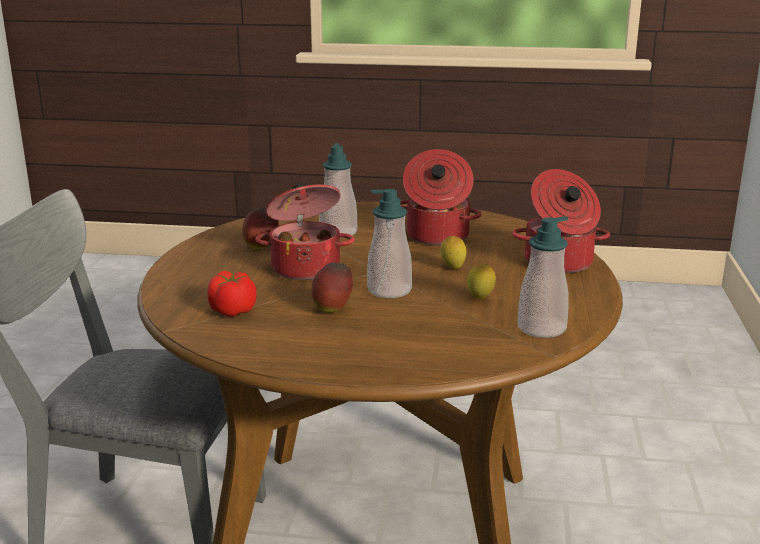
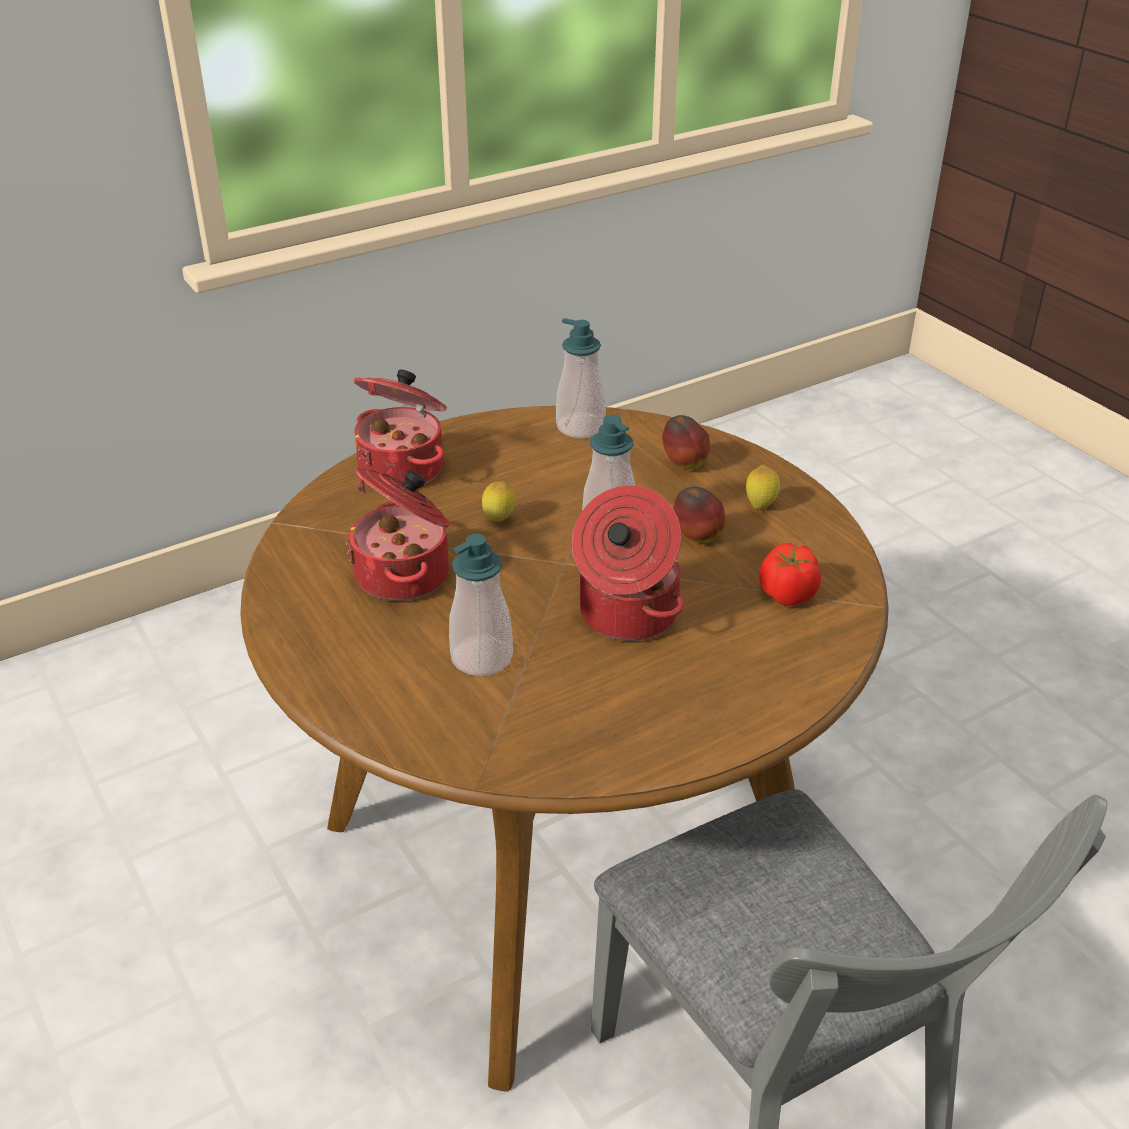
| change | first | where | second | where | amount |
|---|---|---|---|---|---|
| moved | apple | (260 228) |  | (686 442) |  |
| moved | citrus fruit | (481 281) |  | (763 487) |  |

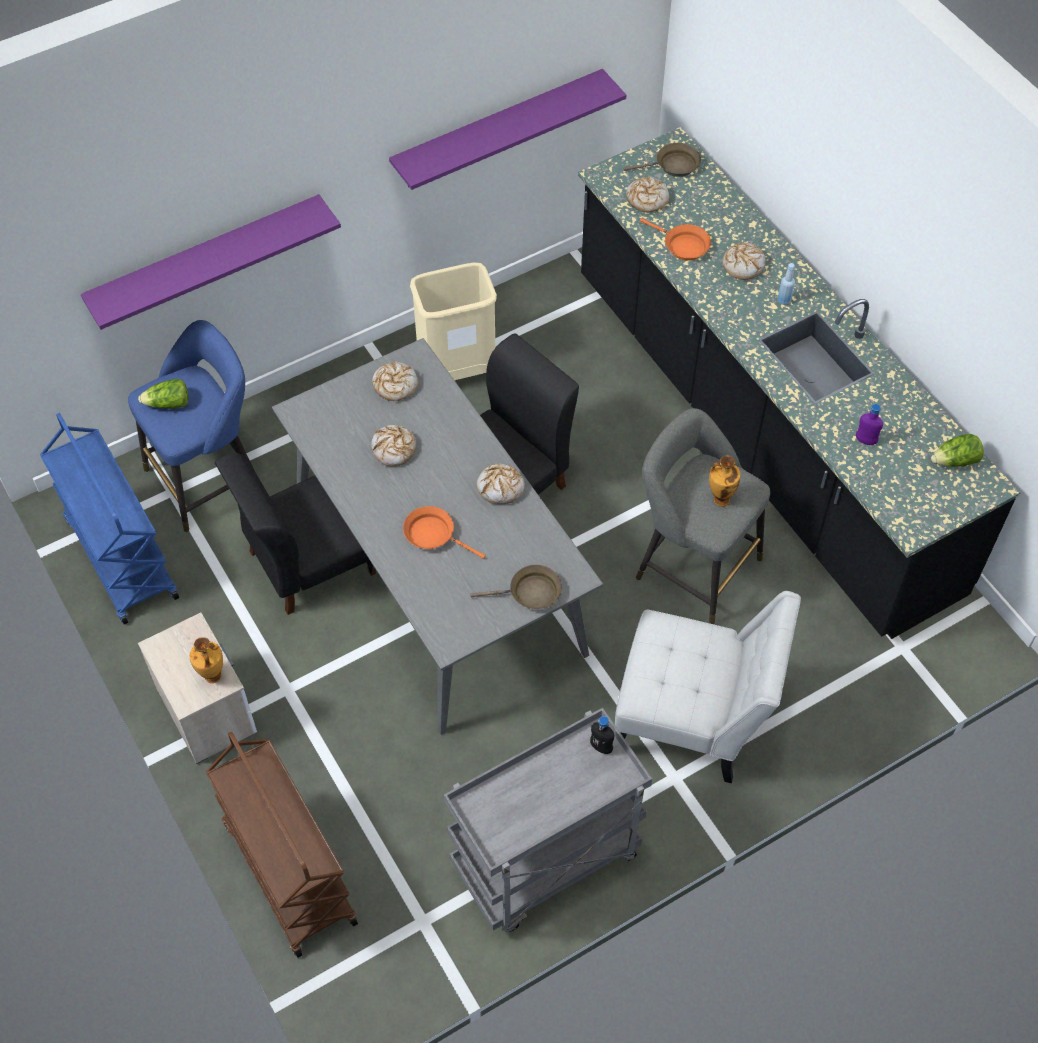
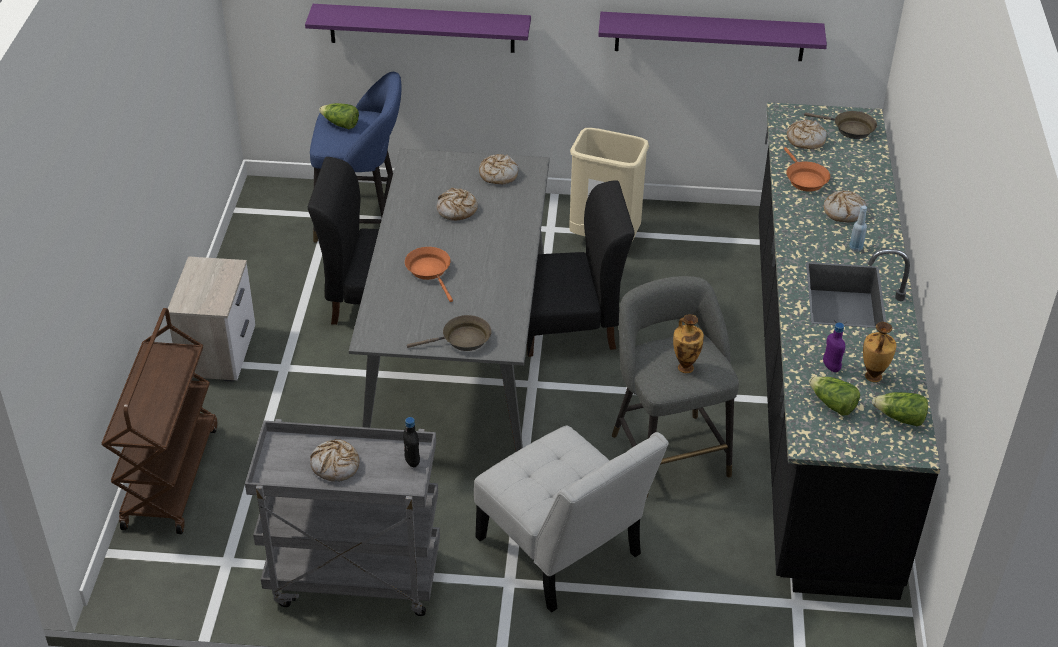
| change | first | where | second | where | amount |
|---|---|---|---|---|---|
| removed | blue trolley | (109 519) |  |  |  |
| added |  |  | lettuce | (834 395) |  |
| moved | decorative vase | (206 660) |  | (879 352) |  |
| moved | baked bread | (500 484) |  | (335 460) |  |
| turned | brown skillet | (516 587) |  | (449 333) | 45 degrees counterclockwise |

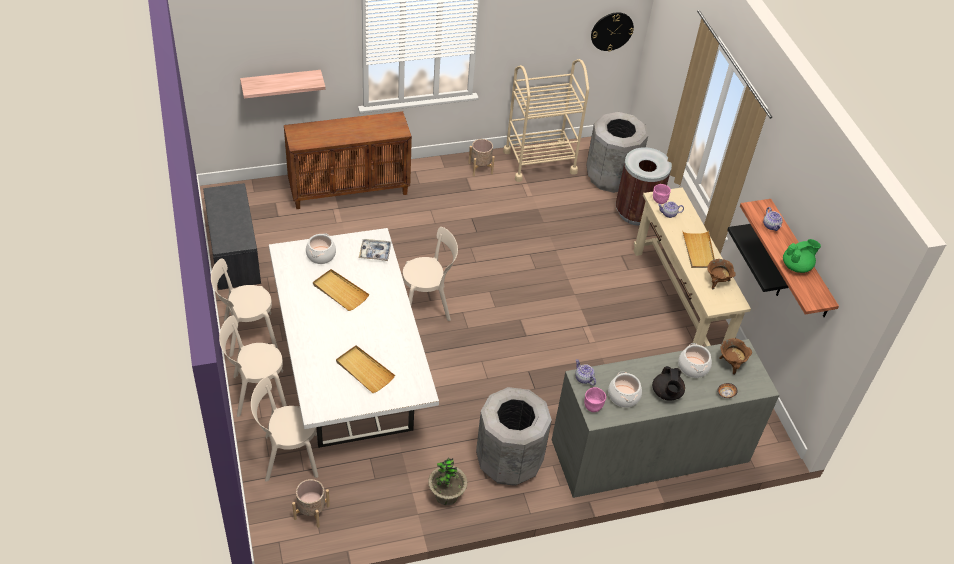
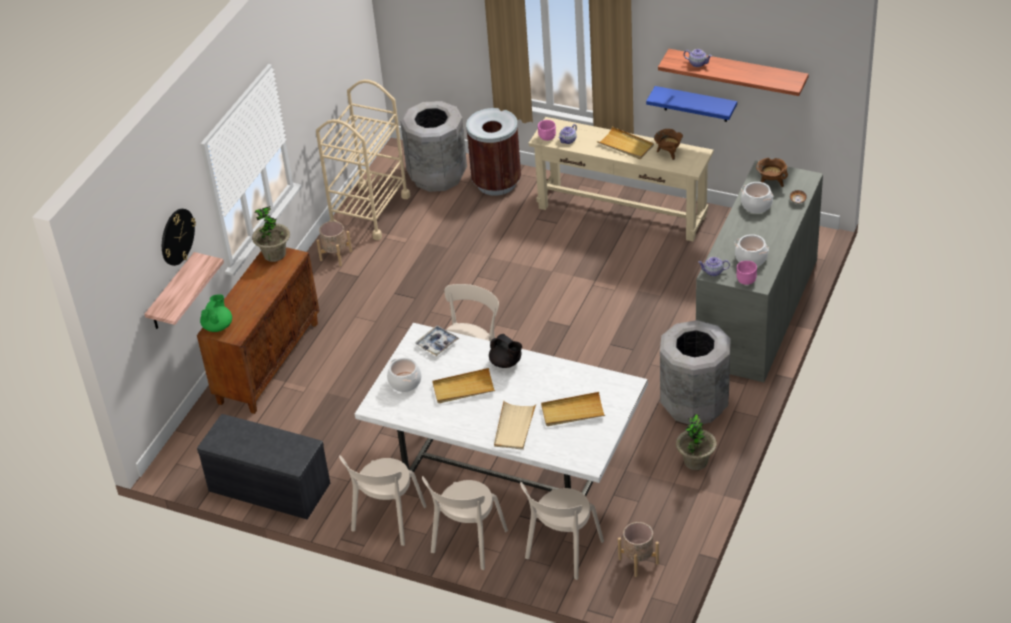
| change | first | where | second | where | amount |
|---|---|---|---|---|---|
| added |  |  | potted plant | (271 234) |  |
| added |  |  | beige carrying tray | (515 425) |  |
| moved | hanging clock | (612 32) |  | (179 237) |  |
| moved | black-coloured tea pot | (668 383) |  | (505 351) |  |
| moved | greenish tea pot | (802 256) |  | (216 313) |  |
| recoloured | black-coloured shelf | (758 260) | blue shelf | (691 104) |  |

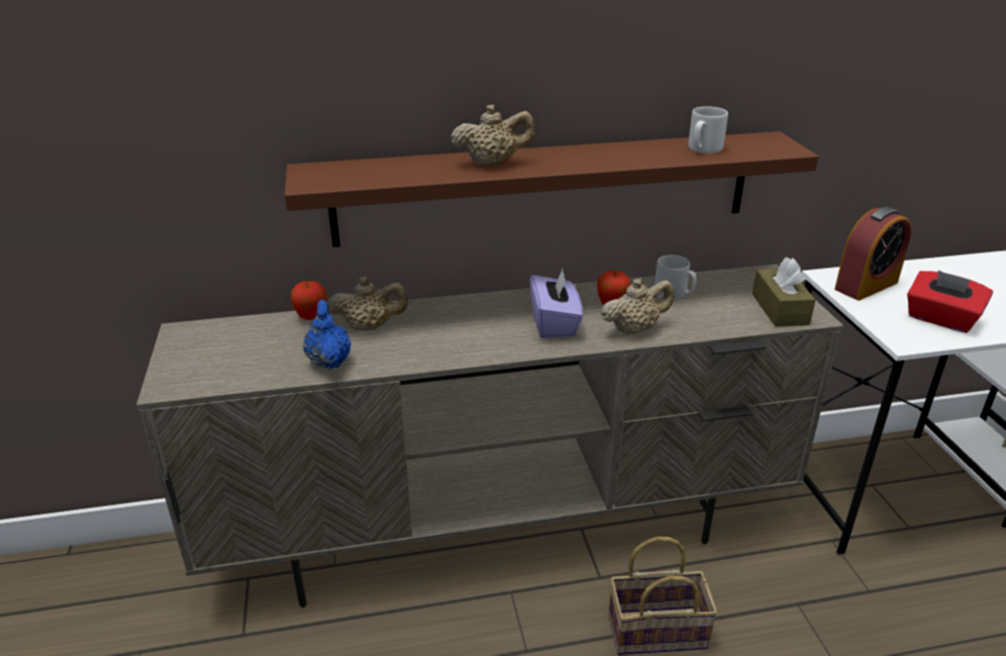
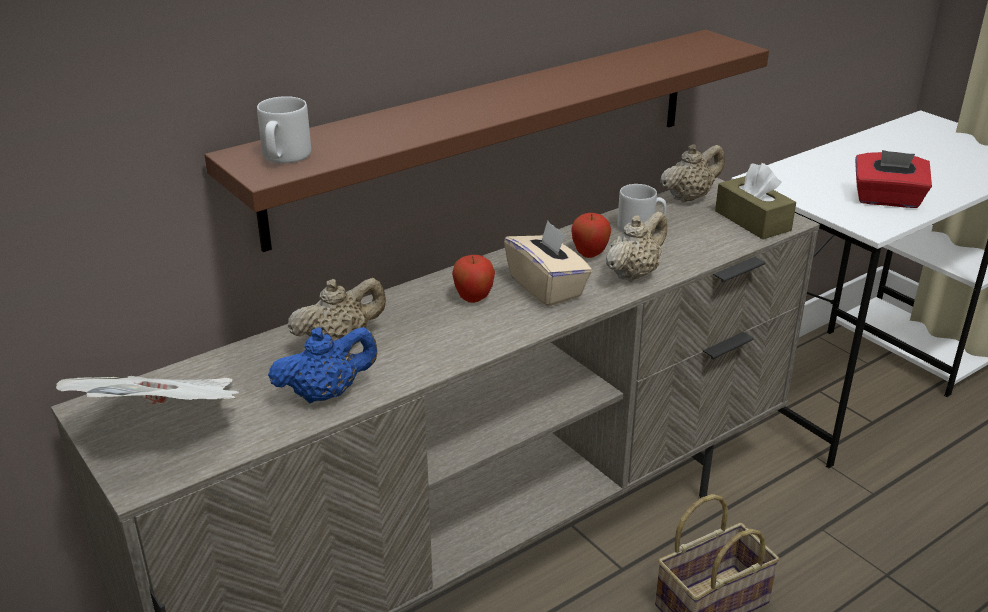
| change | first | where | second | where | amount |
|---|---|---|---|---|---|
| removed | bedside clock | (873 253) |  |  |  |
| added |  |  | newspaper | (147 390) |  |
| moved | apple | (308 300) |  | (473 279) |  |
| moved | beige tea pot | (493 135) |  | (692 173) |  |
| moved | gray tea mug | (708 129) |  | (284 129) |  |
| recoloured | purple-coloured tissue box | (556 303) | beige tissue box | (548 263) |  |
| turned | blue tea pot | (327 335) |  | (322 365) | 105 degrees clockwise |

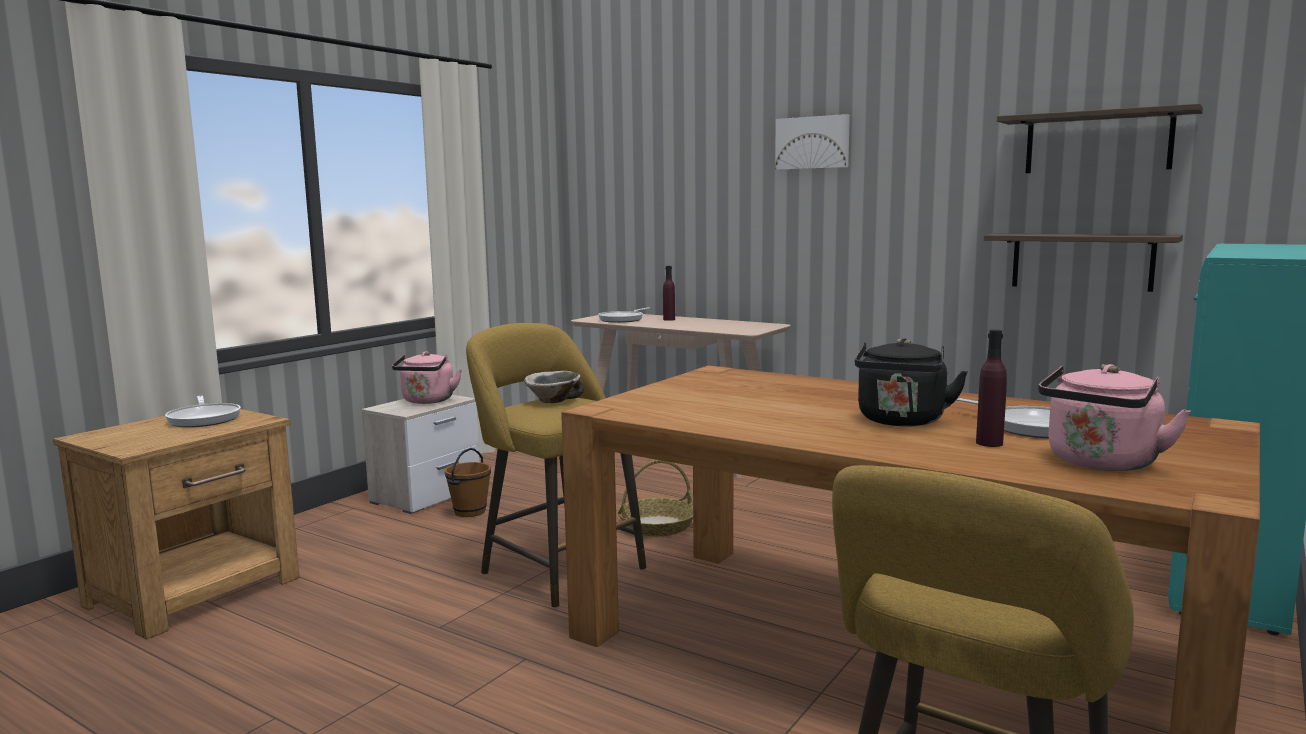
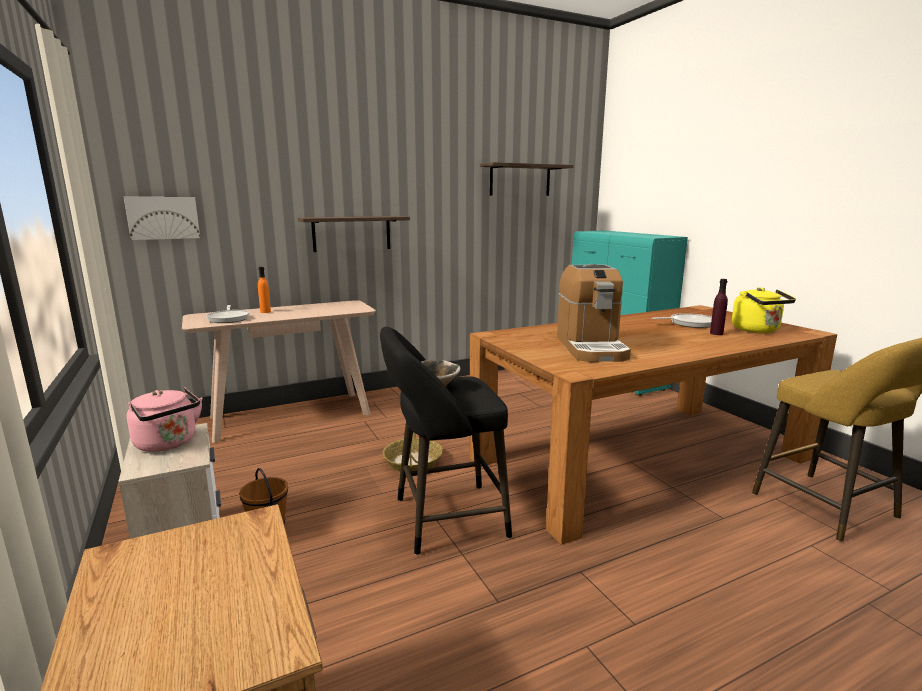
| change | first | where | second | where | amount |
|---|---|---|---|---|---|
| removed | skillet | (203 411) |  |  |  |
| removed | black-coloured kettle | (911 382) |  |  |  |
| added |  |  | coffee maker | (594 313) |  |
| moved | wall art | (812 142) |  | (162 218) |  |
| moved | shelf | (1083 262) |  | (354 234) |  |
| recoloured | yellowish stool seat | (556 466) | black-coloured stool seat | (446 441) |  |
| recoloured | purple-coloured beverage bottle | (669 293) | orangey beverage bottle | (264 290) |  |
| recoloured | pink-coloured kettle | (1114 417) | yellowish kettle | (764 310) |  |

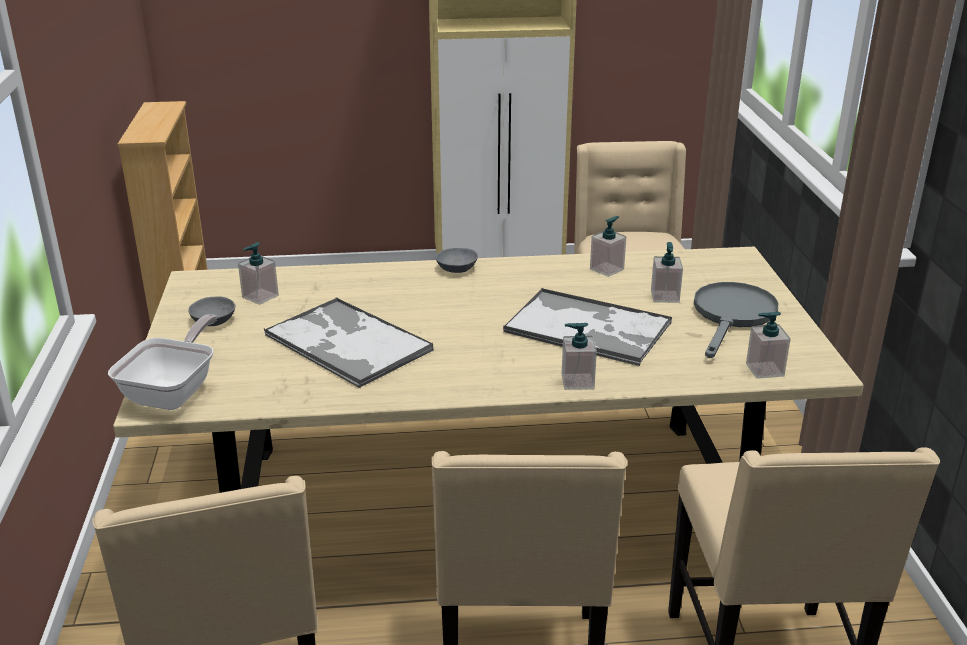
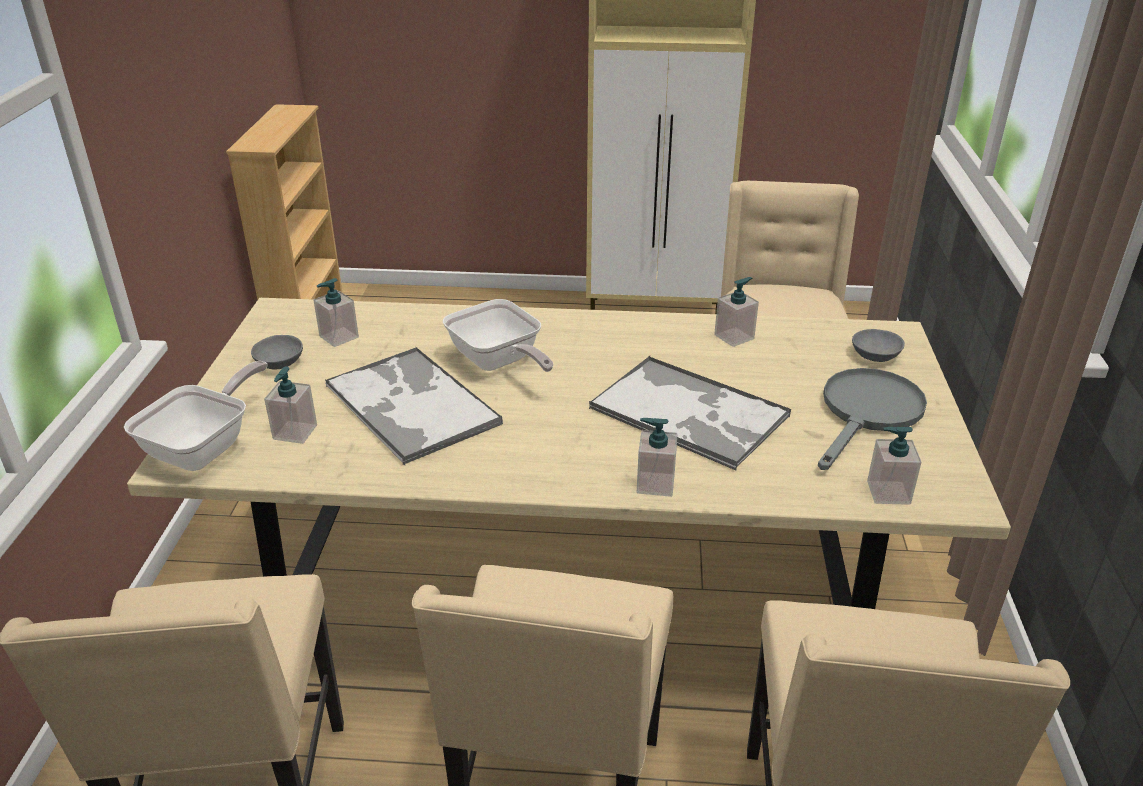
| change | first | where | second | where | amount |
|---|---|---|---|---|---|
| added |  |  | skillet | (498 335) |  |
| moved | gray deep dish | (457 260) |  | (878 345) |  |
| moved | soap bottle | (667 272) |  | (290 405) |  |

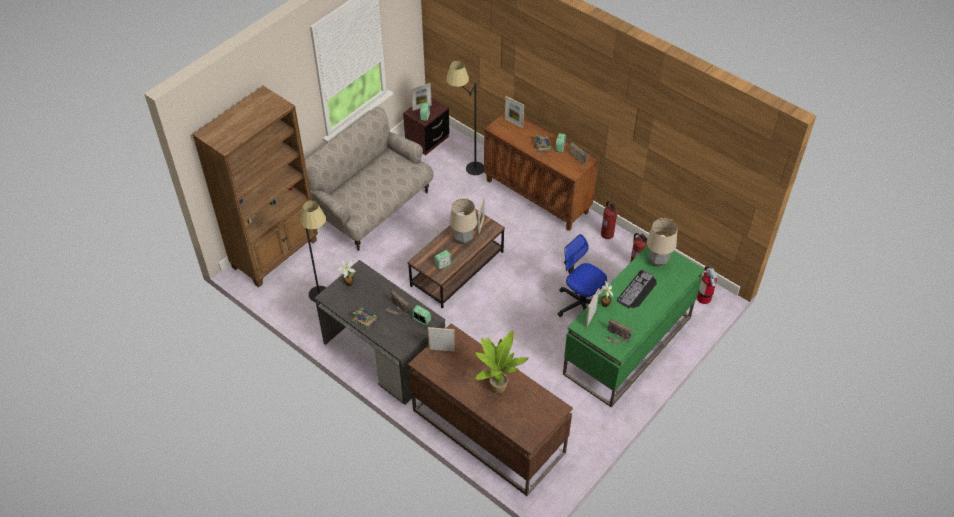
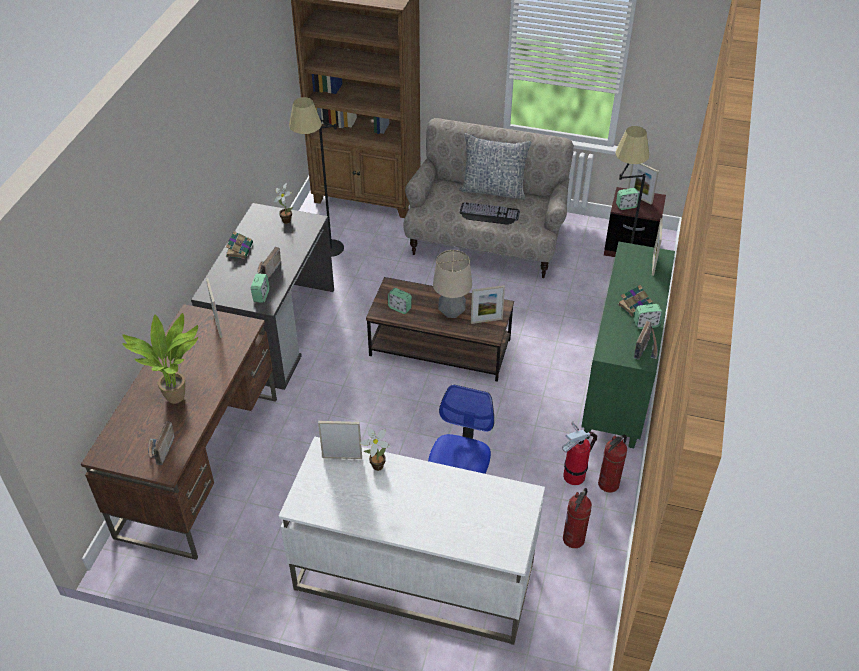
| change | first | where | second | where | amount |
|---|---|---|---|---|---|
| removed | tabletop lamp | (662 242) |  |  |  |
| added |  |  | throw pillow | (495 166) |  |
| moved | radio receiver | (619 331) |  | (161 443) |  |
| moved | keyboard | (637 289) |  | (489 213) |  |
| moved | extinguisher | (707 285) |  | (579 453) |  |
| recoloured | brown cabinet | (541 171) | greenish cabinet | (628 344) |  |
| recoloured | greenish desk | (633 326) | white desk | (412 540) |  |

